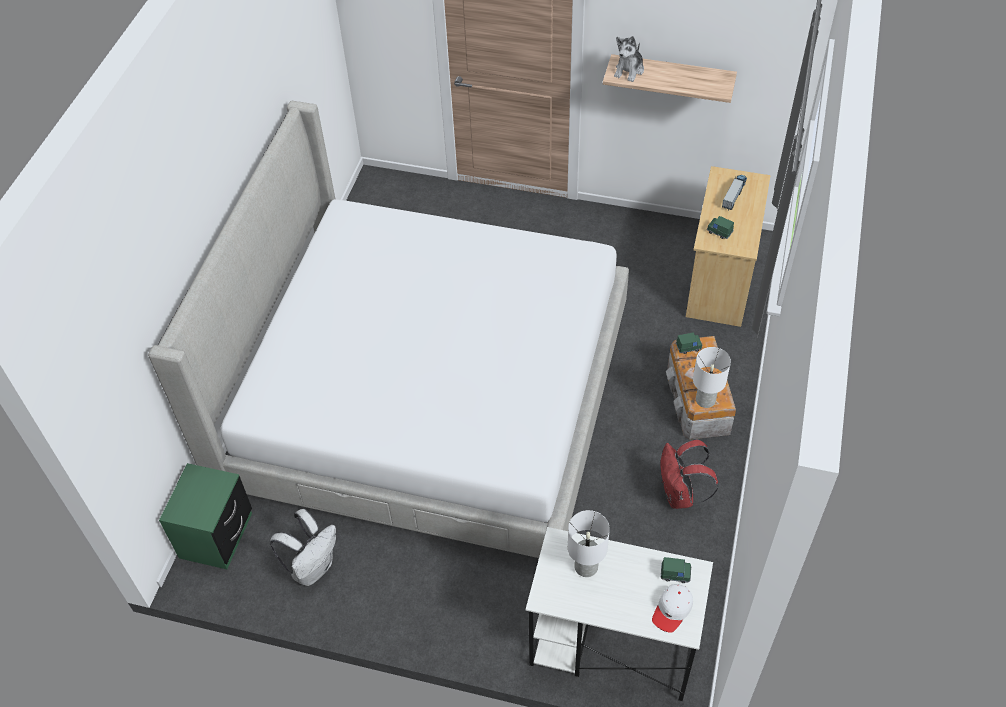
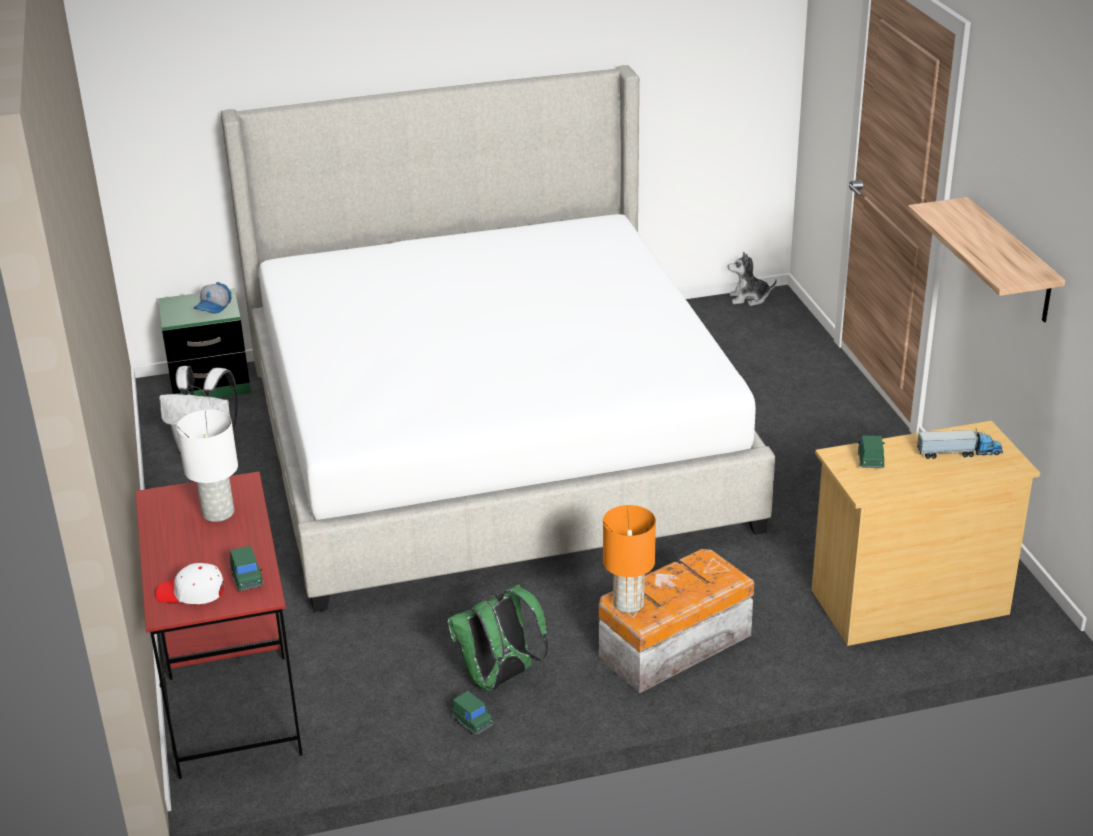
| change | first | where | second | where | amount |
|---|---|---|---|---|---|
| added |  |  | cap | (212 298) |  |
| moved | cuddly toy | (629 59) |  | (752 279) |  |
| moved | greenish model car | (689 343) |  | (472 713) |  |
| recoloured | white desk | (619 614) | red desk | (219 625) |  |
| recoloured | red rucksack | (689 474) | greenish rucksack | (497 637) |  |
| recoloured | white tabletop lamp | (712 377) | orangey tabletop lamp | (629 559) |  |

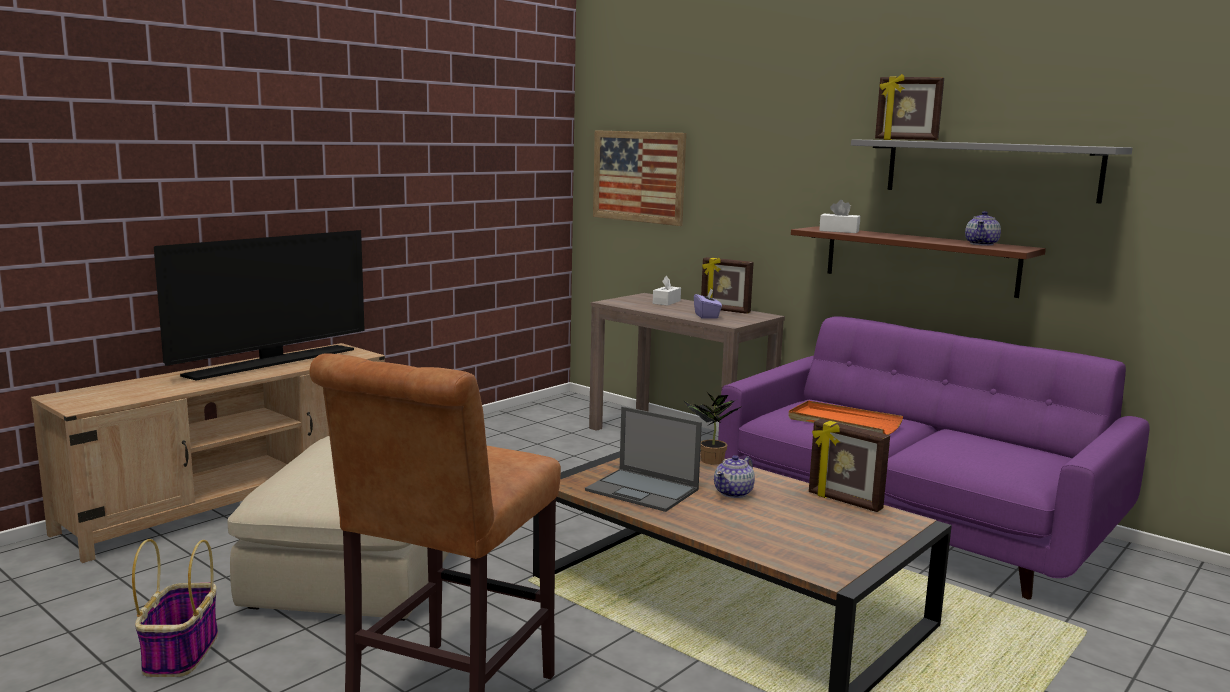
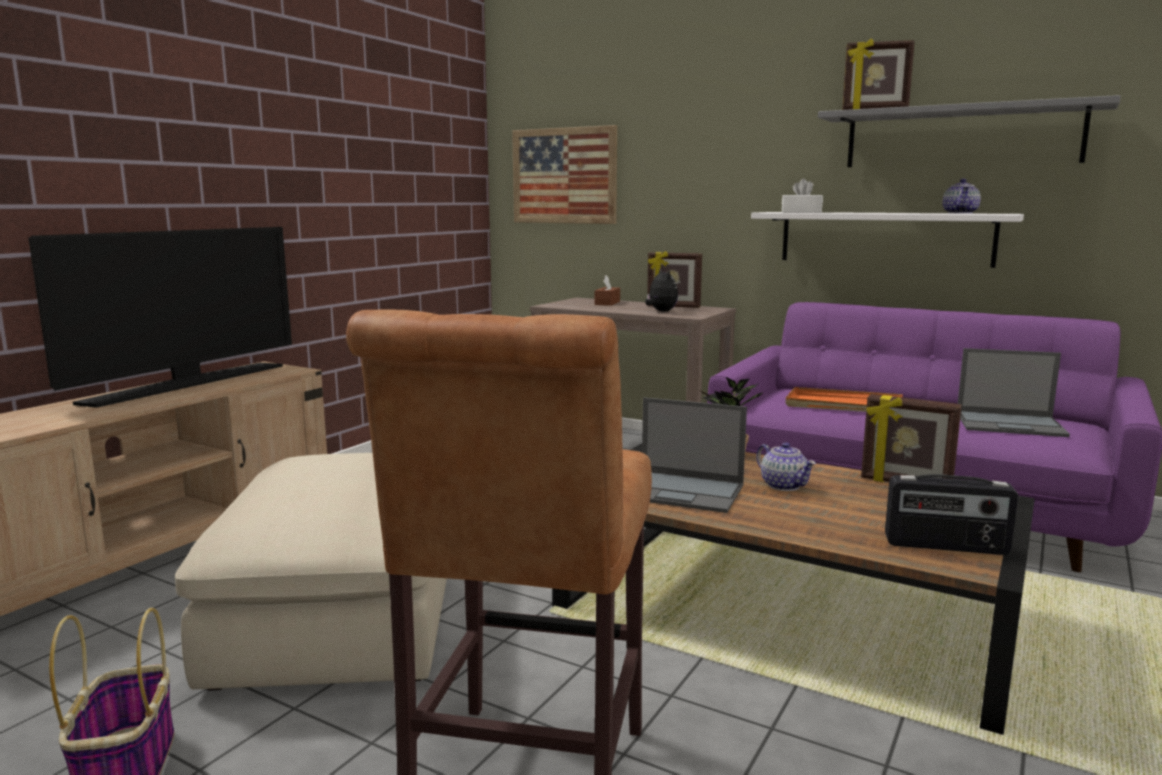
| change | first | where | second | where | amount |
|---|---|---|---|---|---|
| added |  |  | radio receiver | (952 514) |  |
| added |  |  | notebook computer | (1014 392) |  |
| replaced | purple-coloured tissue box | (708 304) | cuddly toy | (661 290) |  |
| recoloured | white tissue box | (667 291) | brown tissue box | (607 290) |  |
| recoloured | brown shelf | (918 262) | white shelf | (887 240) |  |
| turned | tea pot | (734 476) |  | (786 466) | 60 degrees counterclockwise |

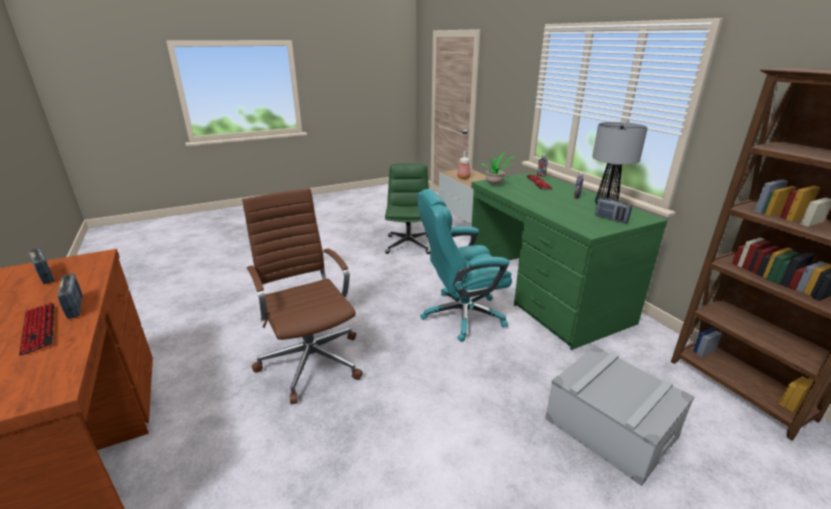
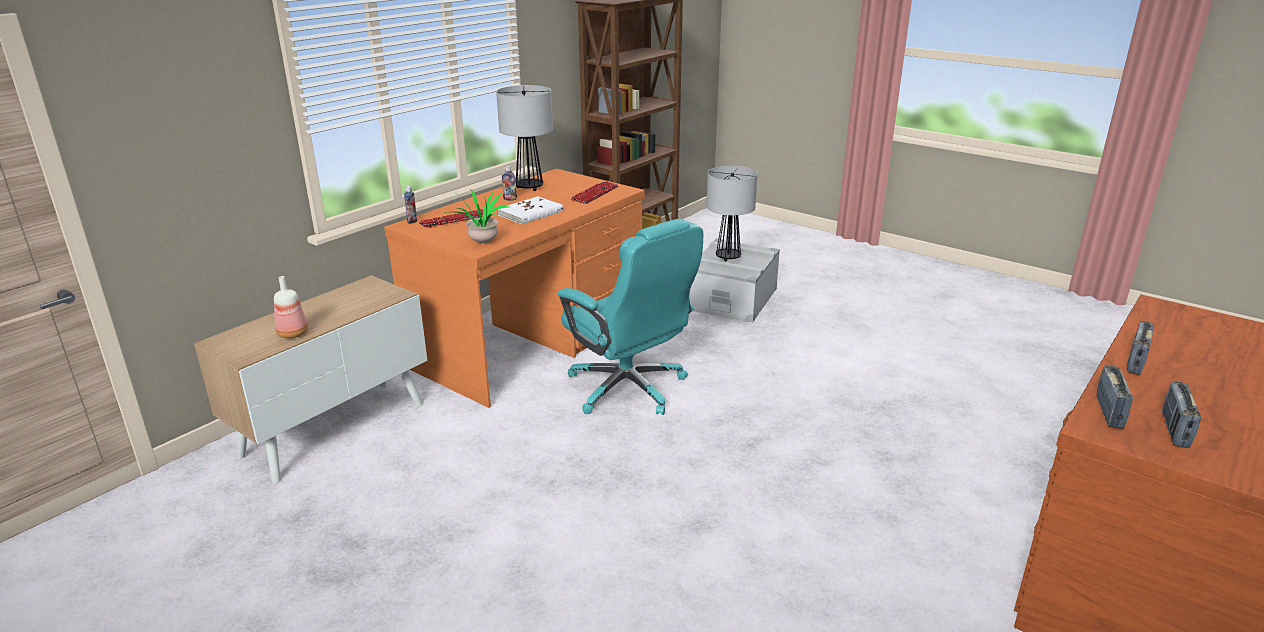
| change | first | where | second | where | amount |
|---|---|---|---|---|---|
| removed | brown office chair | (302 296) |  |  |  |
| removed | greenish office chair | (407 208) |  |  |  |
| added |  |  | white bound book | (530 210) |  |
| added |  |  | tabletop lamp | (732 213) |  |
| moved | keyboard | (36 329) |  | (594 192) |  |
| moved | radio receiver | (613 210) |  | (1115 397) |  |
| recoloured | greenish desk | (569 261) | orangey desk | (514 288) |  |

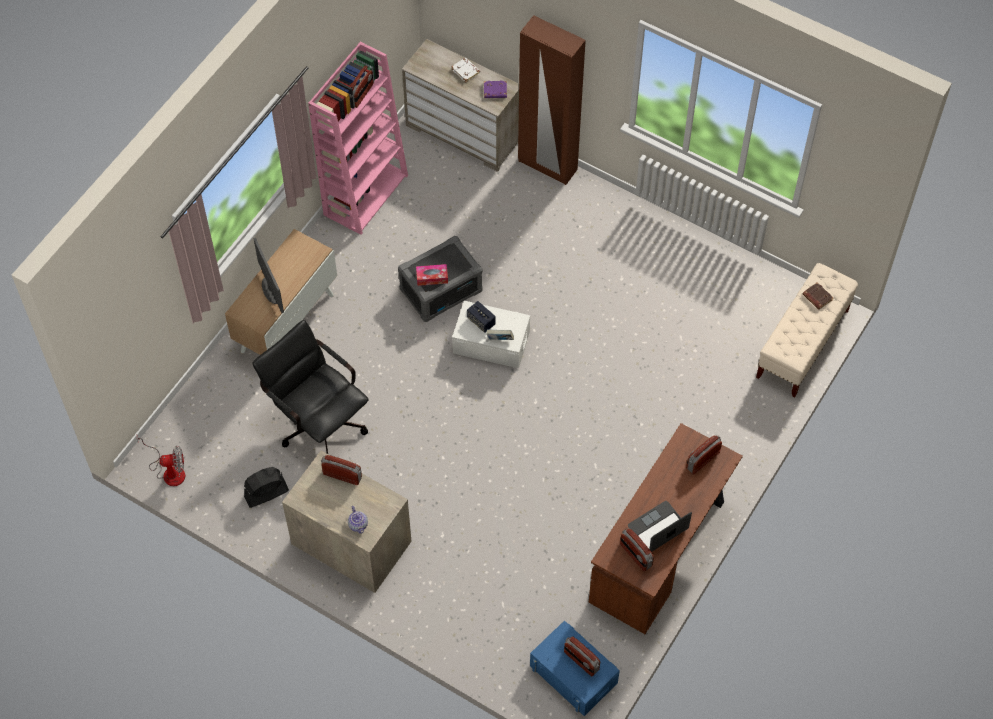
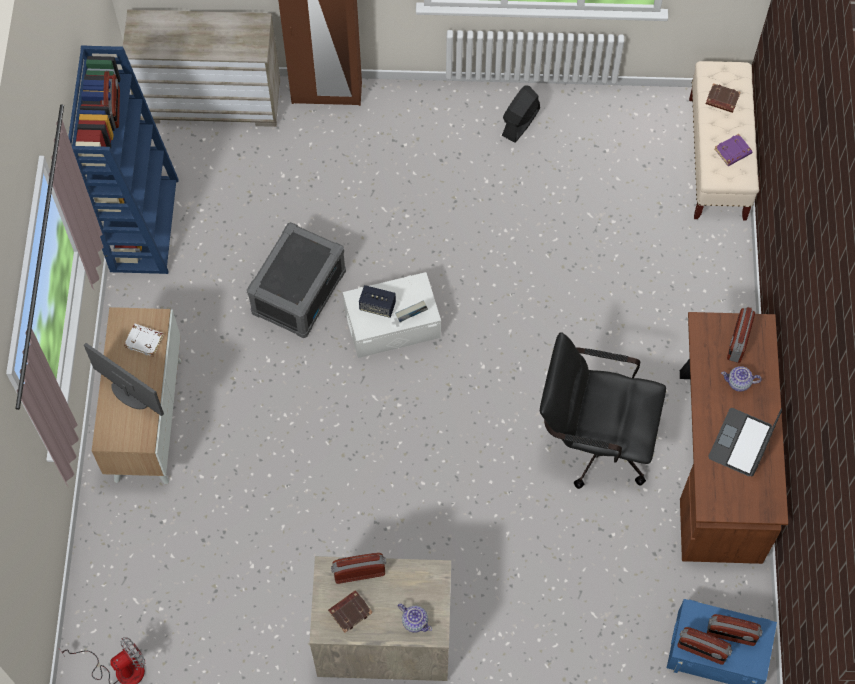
| change | first | where | second | where | amount |
|---|---|---|---|---|---|
| removed | tissue box | (432 275) |  |  |  |
| added |  |  | brown bound book | (350 611) |  |
| added |  |  | tea pot | (741 379) |  |
| moved | black-coloured electric fan | (266 487) |  | (521 114) |  |
| moved | black-coloured office chair | (311 387) |  | (603 411) |  |
| moved | white bound book | (465 70) |  | (143 340) |  |
| moved | purple-coloured bound book | (495 89) |  | (733 150) |  |
| moved | radio receiver | (637 550) |  | (704 646) |  |
| recoloured | pink-coloured bookcase | (358 138) | blue bookcase | (123 159) |  |

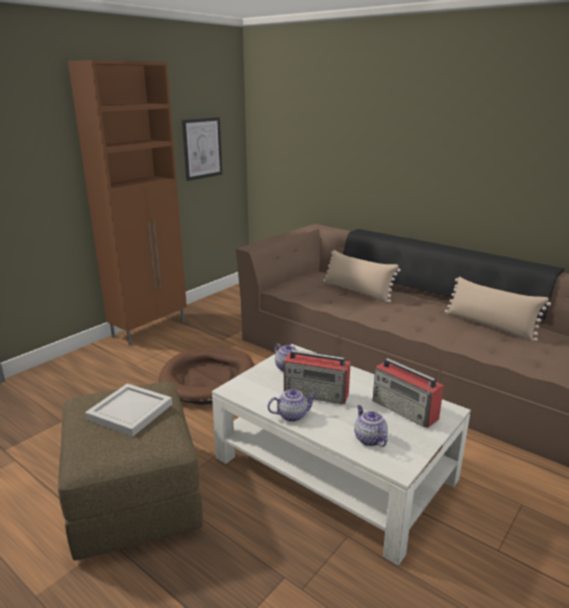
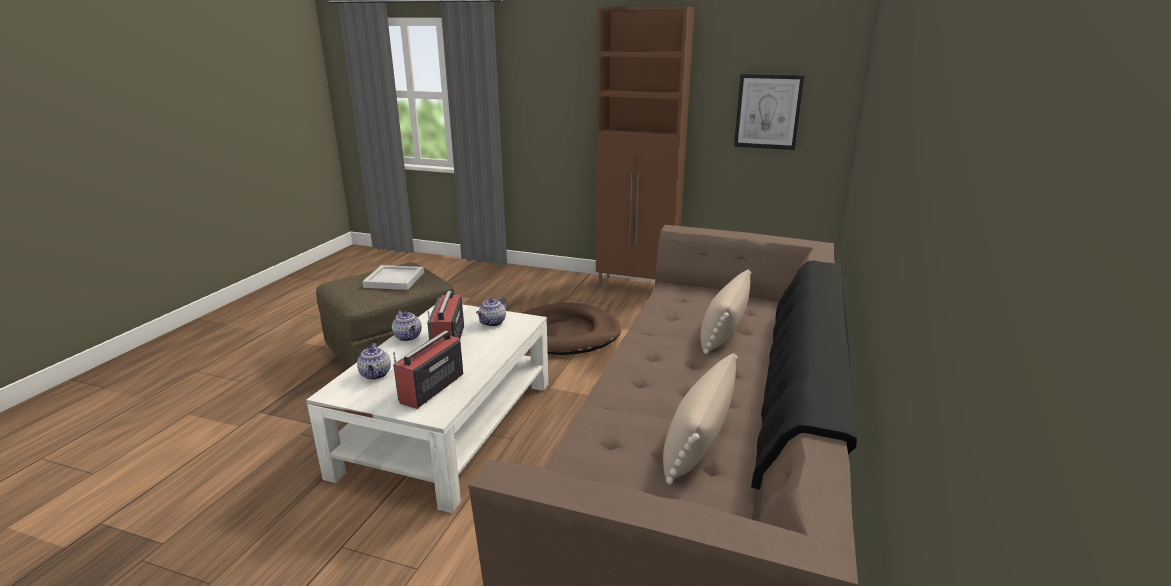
| change | first | where | second | where | amount |
|---|---|---|---|---|---|
| turned | tea pot | (371 426) |  | (374 361) | 120 degrees clockwise |

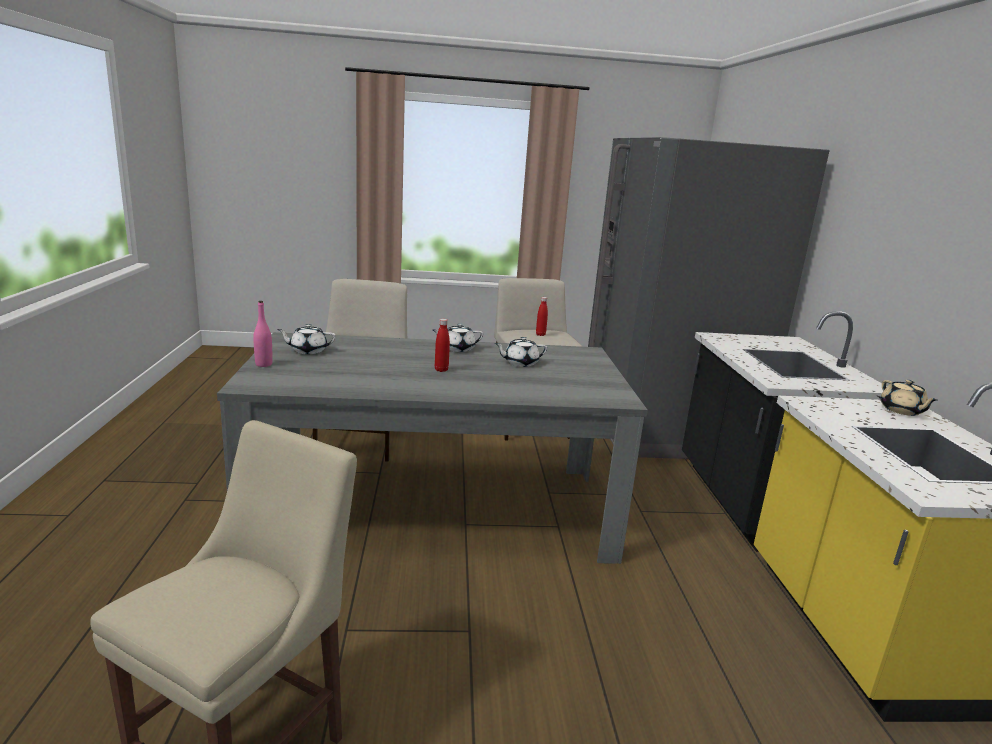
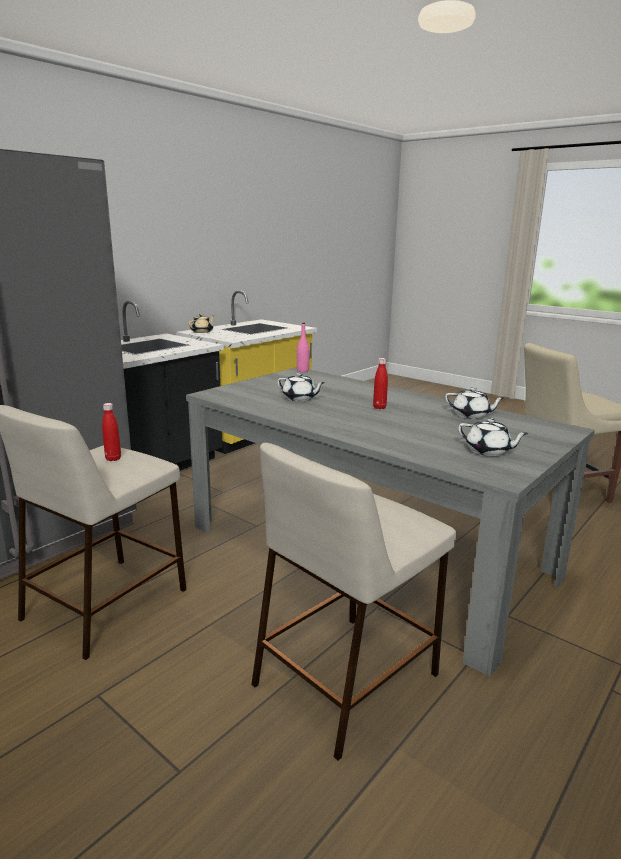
| change | first | where | second | where | amount |
|---|---|---|---|---|---|
| moved | pink-coloured beverage bottle | (263 334) |  | (303 347) |  |
| moved | white tea pot | (458 338) |  | (474 403) |  |

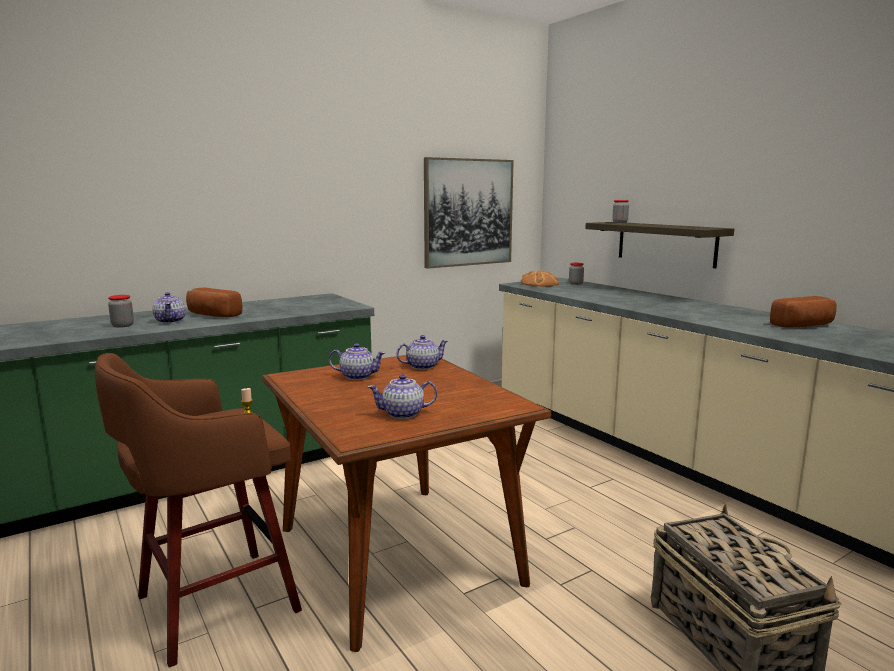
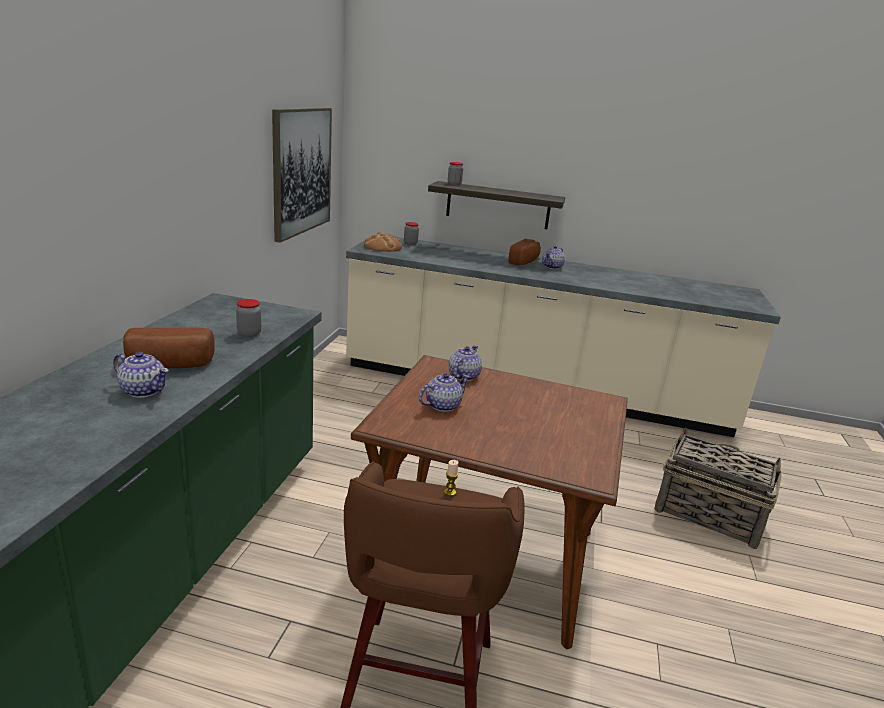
| change | first | where | second | where | amount |
|---|---|---|---|---|---|
| moved | jar | (121 311) |  | (248 318) |  |
| moved | tea pot | (402 396) |  | (553 257) |  |
| moved | baked bread | (803 312) |  | (524 252) |  |

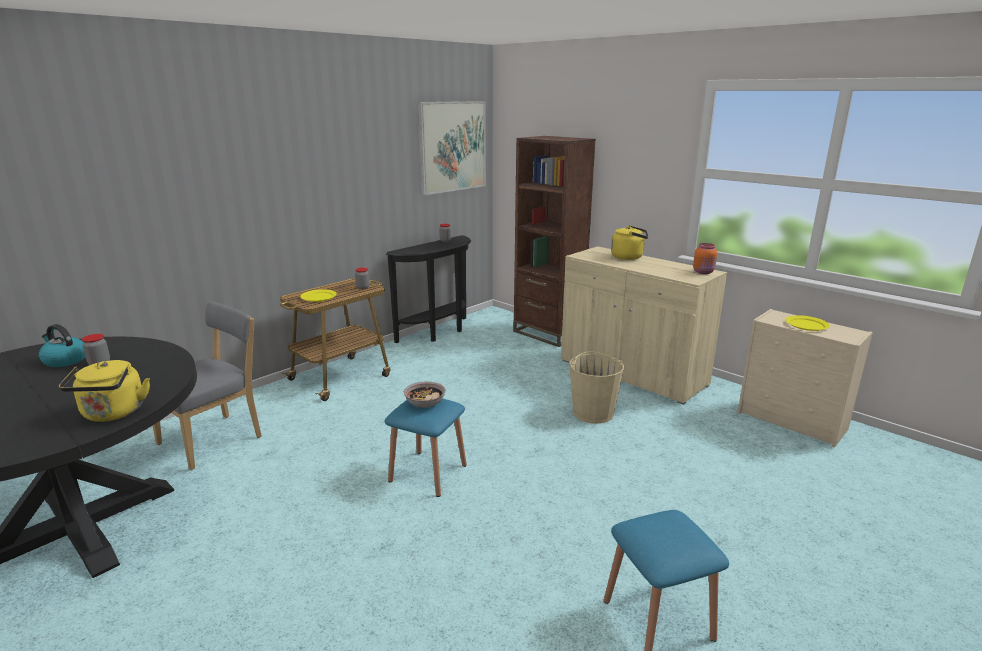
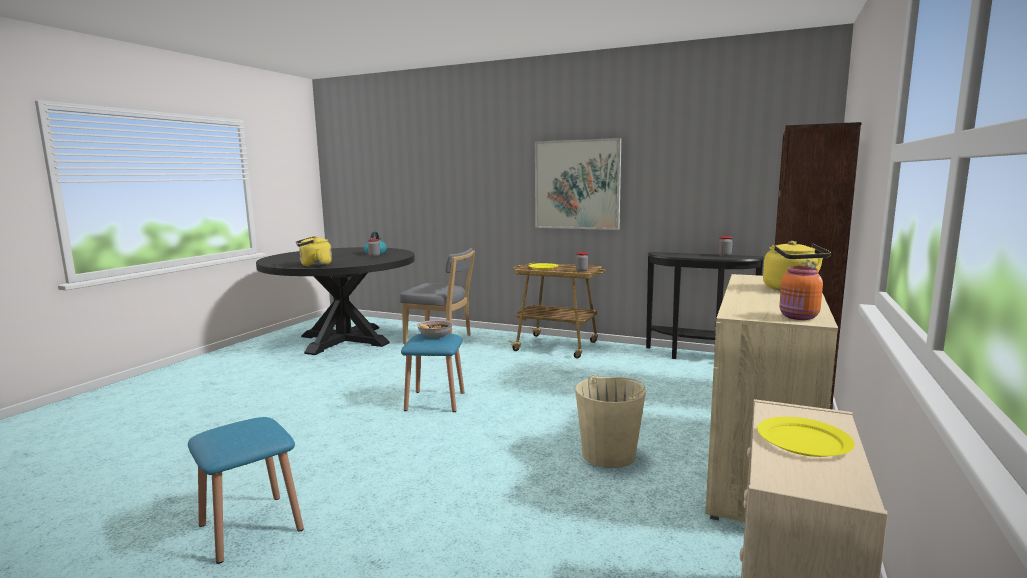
| change | first | where | second | where | amount |
|---|---|---|---|---|---|
| moved | wall art | (452 148) |  | (578 184) |  |

